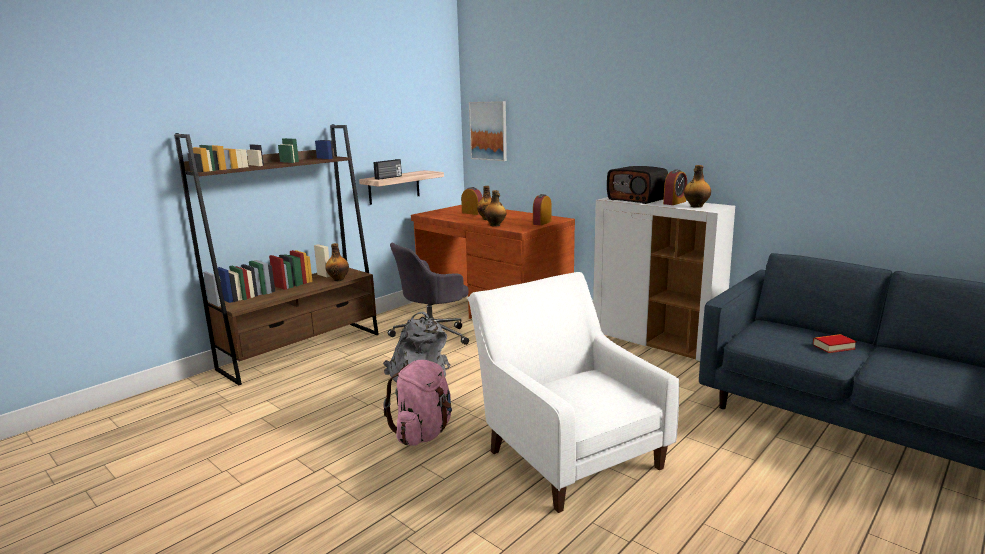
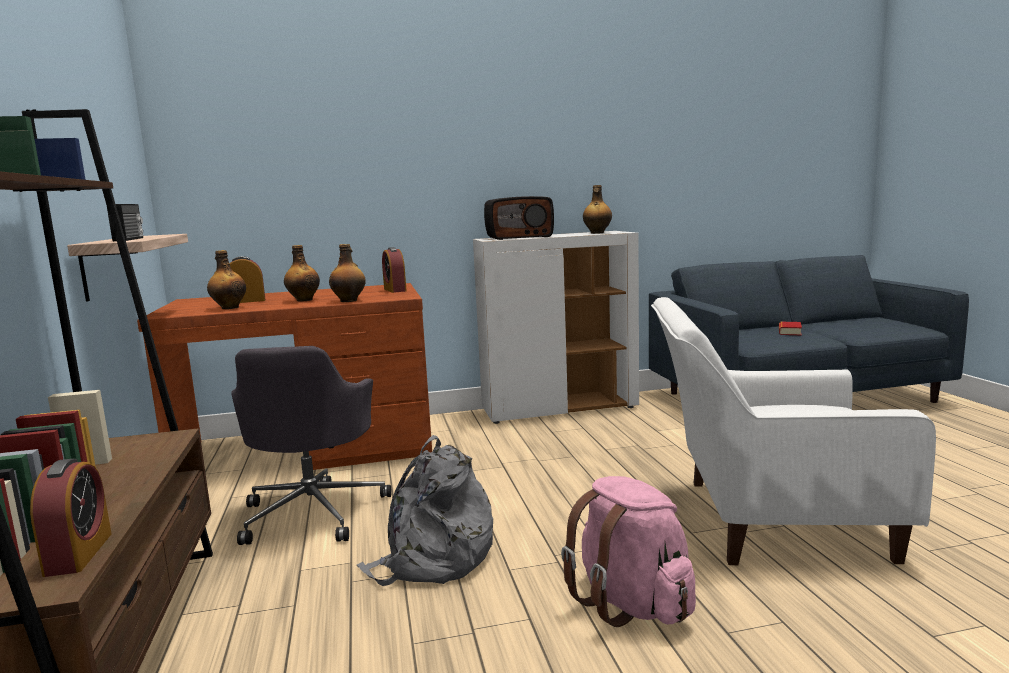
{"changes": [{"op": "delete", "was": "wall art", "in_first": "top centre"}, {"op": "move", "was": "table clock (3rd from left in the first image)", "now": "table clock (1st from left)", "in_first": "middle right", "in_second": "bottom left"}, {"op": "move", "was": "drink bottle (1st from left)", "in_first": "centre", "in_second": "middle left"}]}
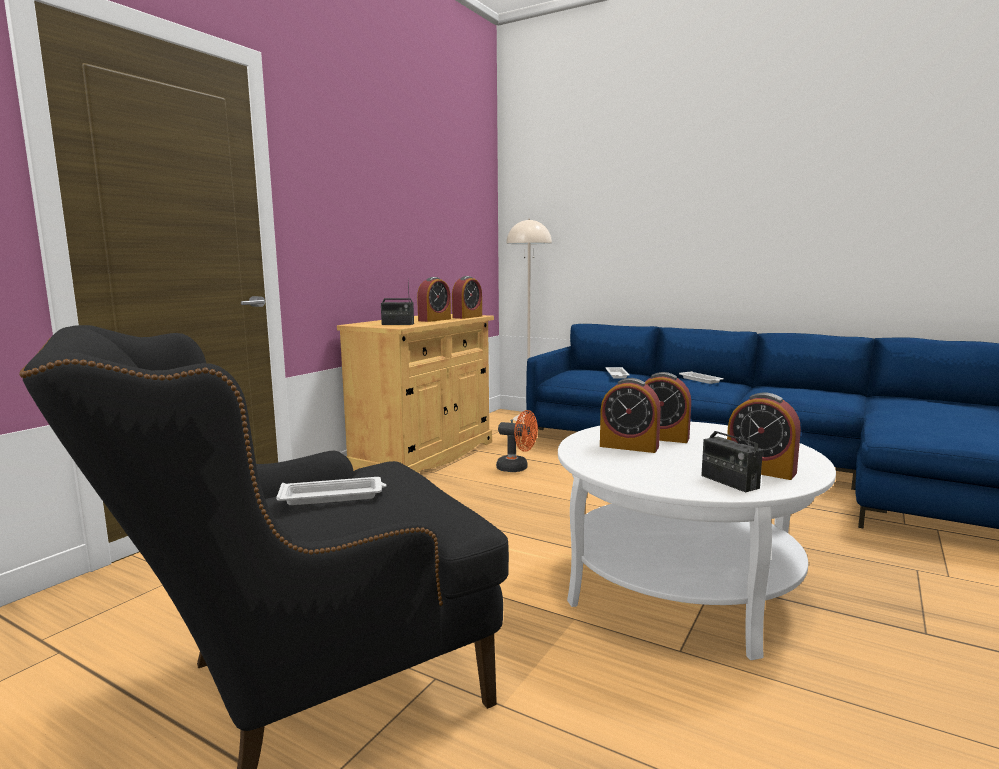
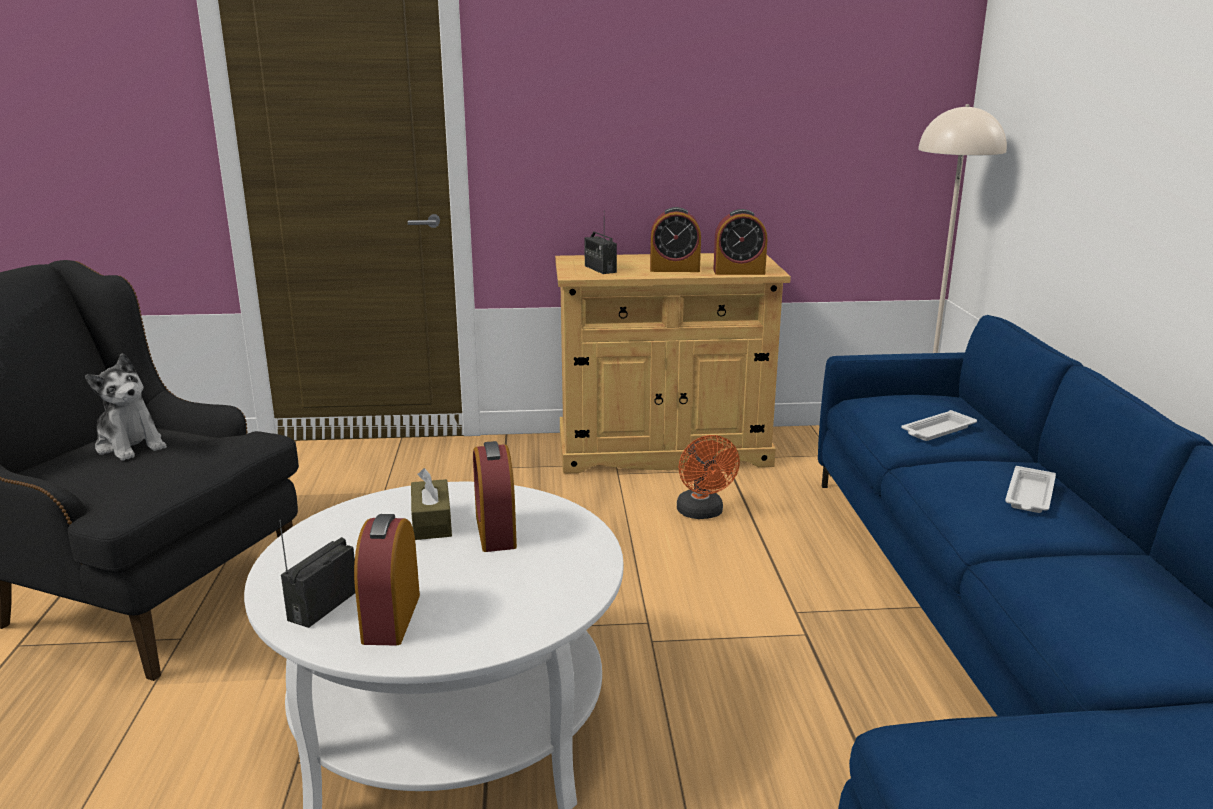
{"changes": [{"op": "replace", "was": "table clock (3rd from left)", "now": "tissue holder in brown", "in_first": "centre", "in_second": "centre"}, {"op": "replace", "was": "carrying tray in white-coloured (1st from left)", "now": "cuddly toy", "in_first": "middle left", "in_second": "middle left"}]}
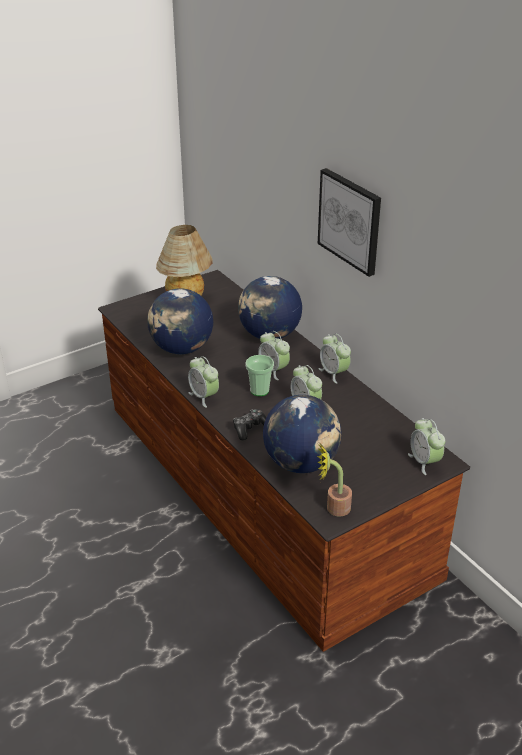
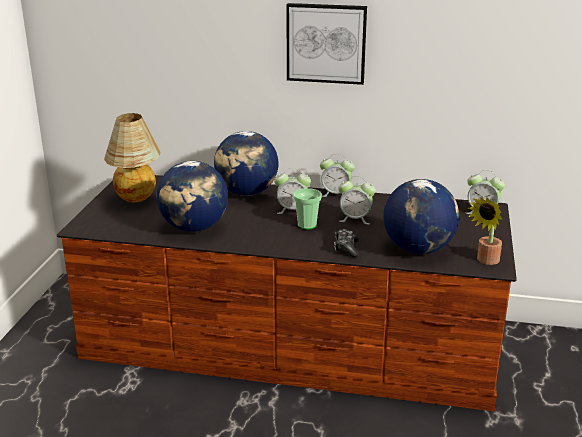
{"changes": [{"op": "delete", "was": "table clock (1st from left)", "in_first": "centre"}]}
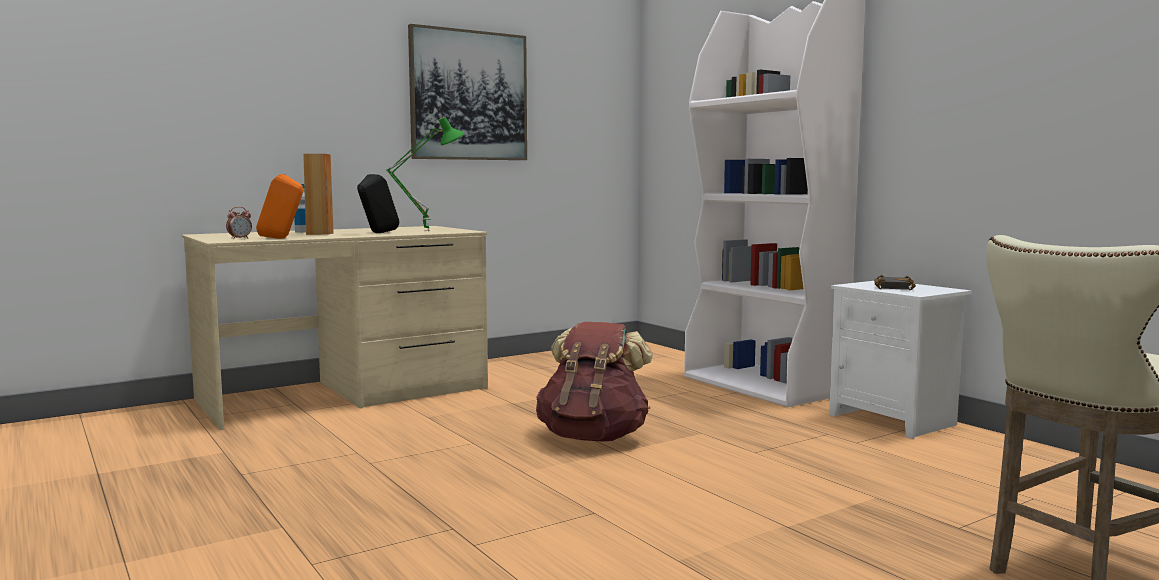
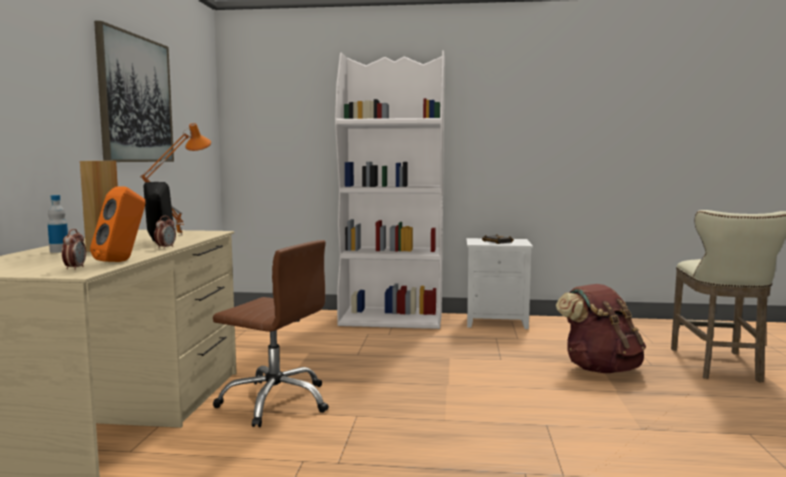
{"changes": [{"op": "recolor", "was": "tabletop lamp in green", "now": "tabletop lamp in orange-coloured", "in_first": "top centre", "in_second": "middle left"}, {"op": "move", "was": "knapsack in brown", "in_first": "centre", "in_second": "bottom right"}, {"op": "insert", "now": "table clock (2nd from left)", "in_second": "middle left"}, {"op": "insert", "now": "office chair in brown", "in_second": "bottom centre"}]}
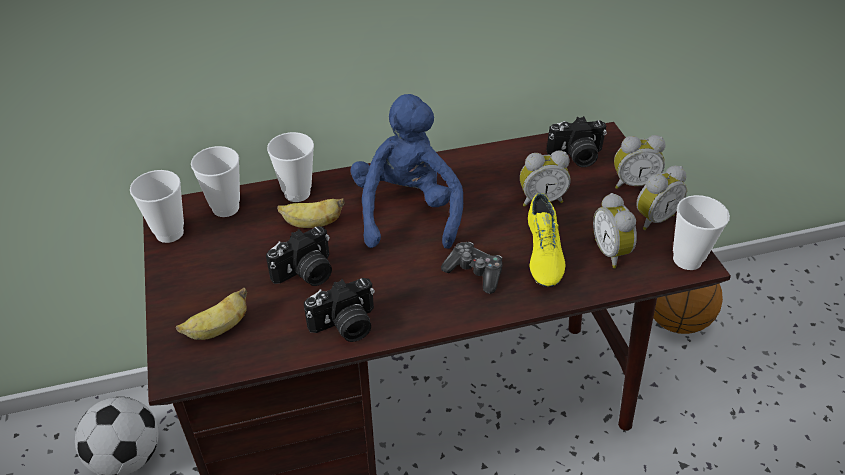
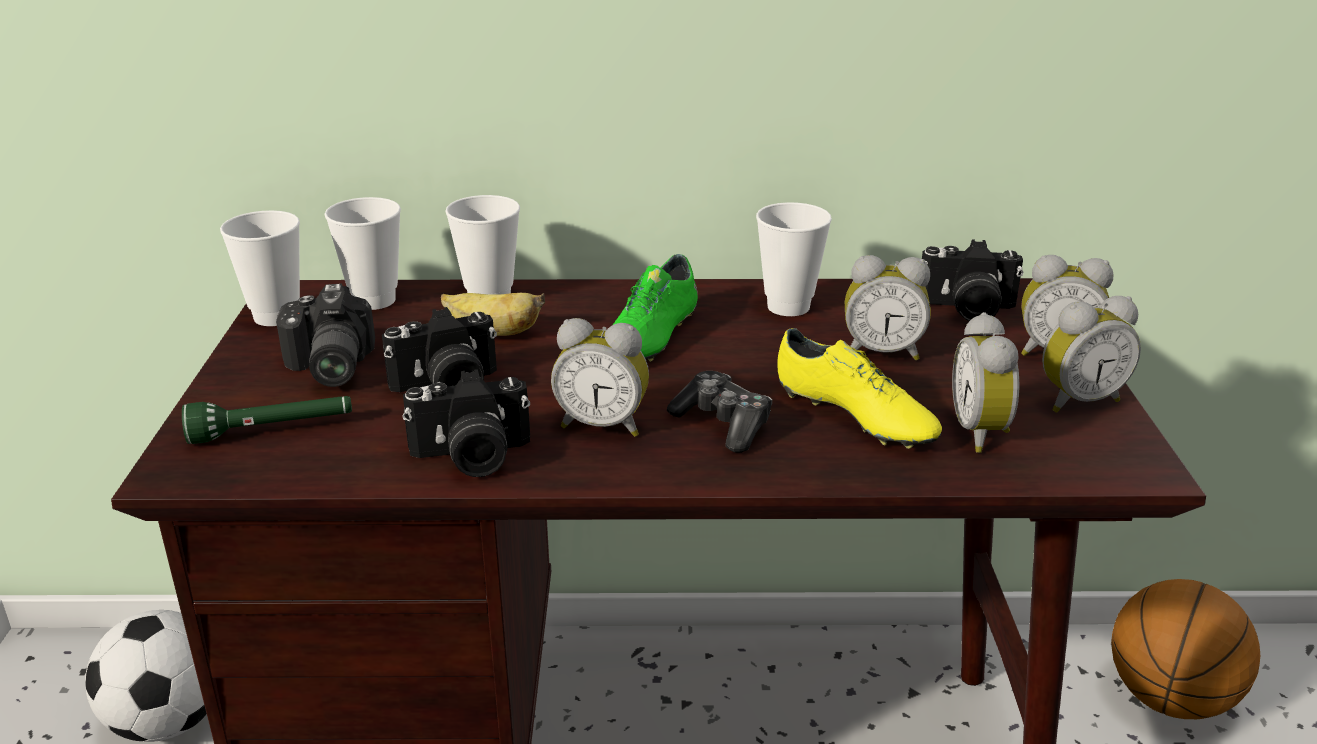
{"changes": [{"op": "replace", "was": "cuddly toy in blue", "now": "shoe in green", "in_first": "centre", "in_second": "centre"}, {"op": "rotate", "was": "shoe in yellow", "in_first": "centre", "in_second": "centre", "clockwise": -60}, {"op": "move", "was": "drinking cup (4th from left)", "in_first": "middle right", "in_second": "centre"}, {"op": "replace", "was": "banana (1st from left)", "now": "torch in green", "in_first": "middle left", "in_second": "middle left"}, {"op": "insert", "now": "still camera (1st from left)", "in_second": "middle left"}, {"op": "insert", "now": "table clock (1st from left)", "in_second": "centre"}]}
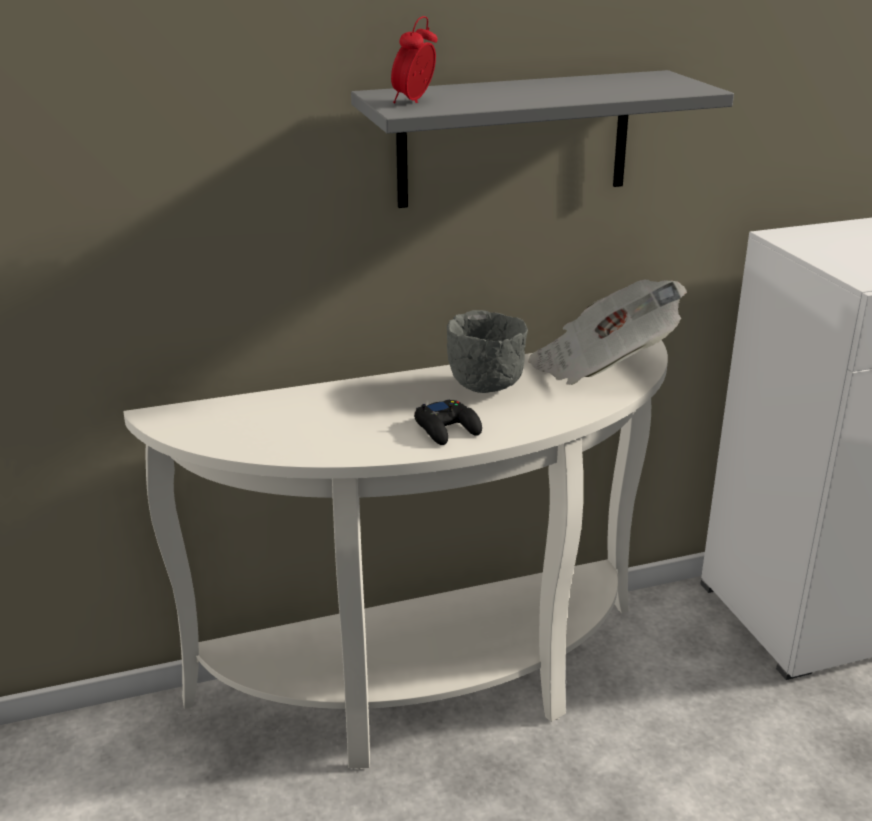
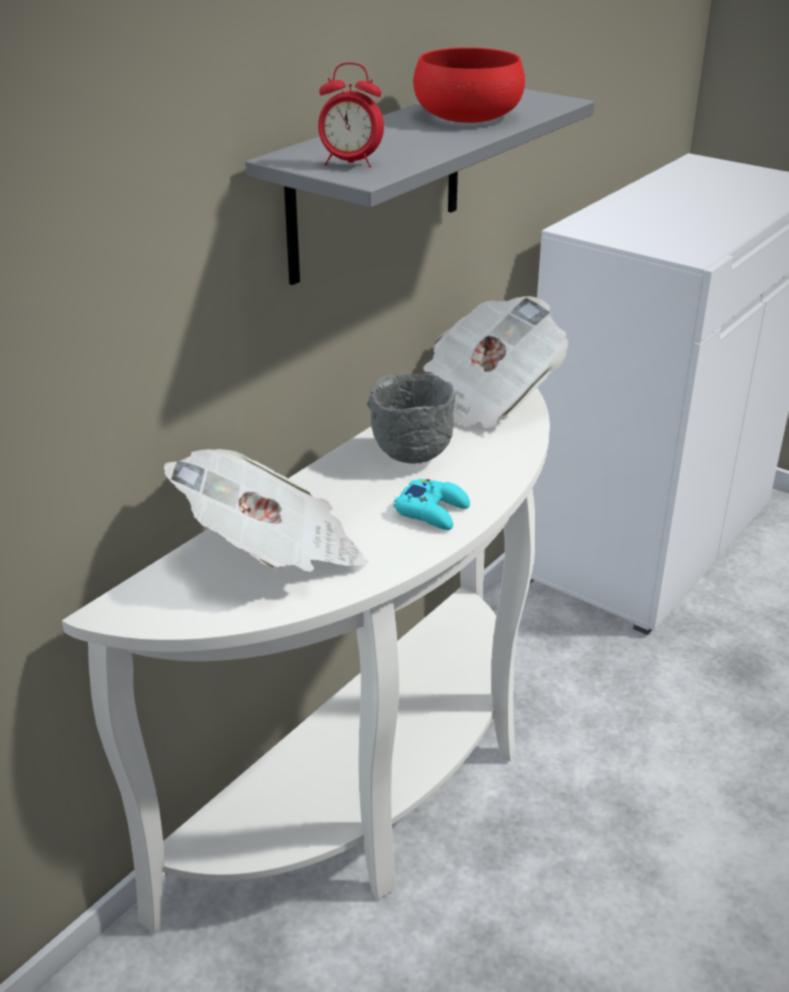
{"changes": [{"op": "rotate", "was": "table clock", "in_first": "top centre", "in_second": "top centre", "clockwise": -75}, {"op": "recolor", "was": "joypad in blackish", "now": "joypad in turquoise", "in_first": "centre", "in_second": "centre"}, {"op": "insert", "now": "bowl in red-coloured", "in_second": "top centre"}, {"op": "insert", "now": "daily paper (1st from left)", "in_second": "centre"}]}
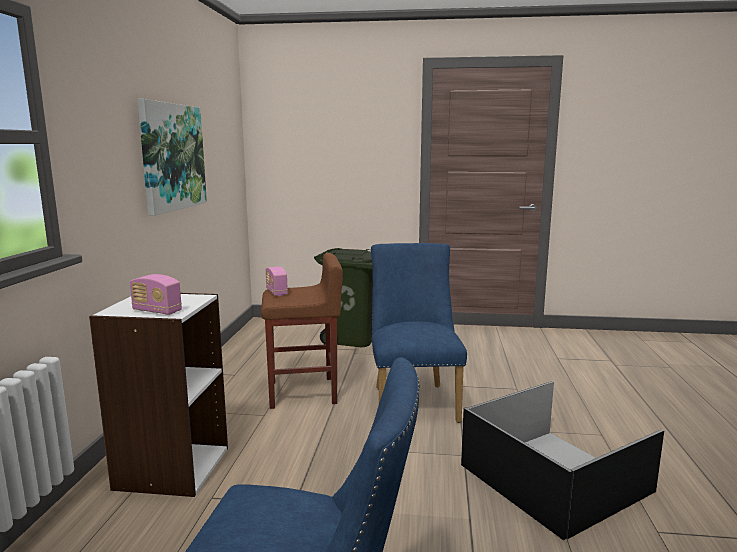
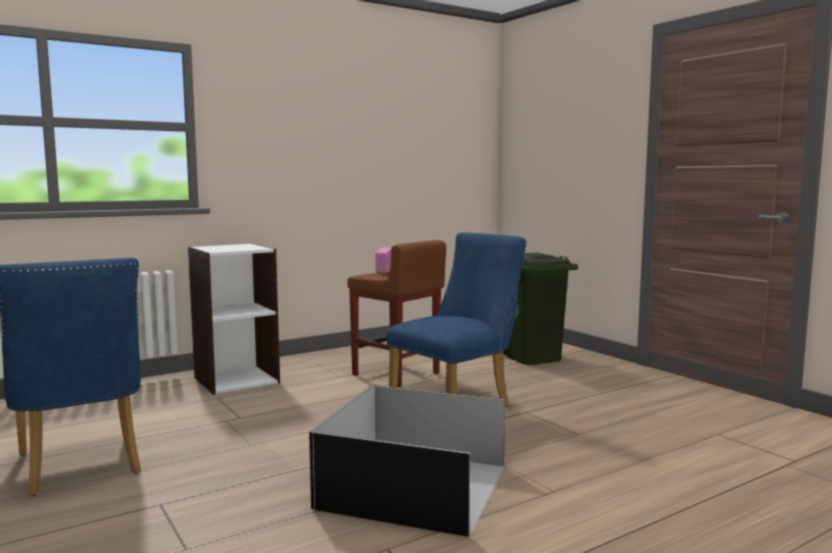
{"changes": [{"op": "delete", "was": "wall art", "in_first": "top left"}, {"op": "delete", "was": "radio receiver (1st from left)", "in_first": "middle left"}]}
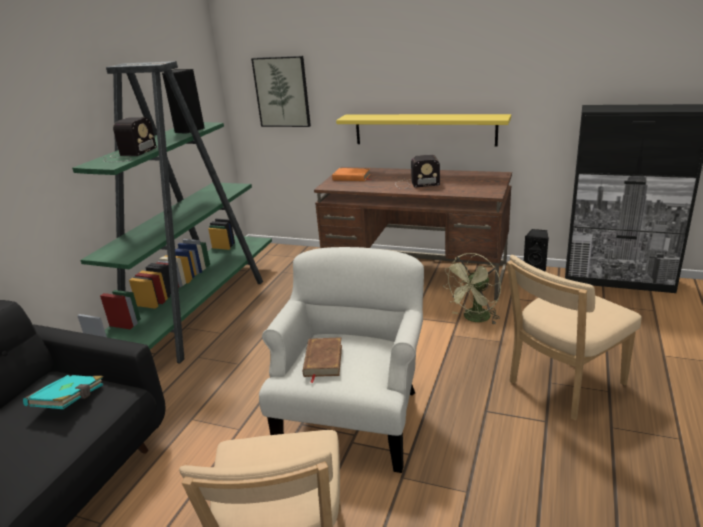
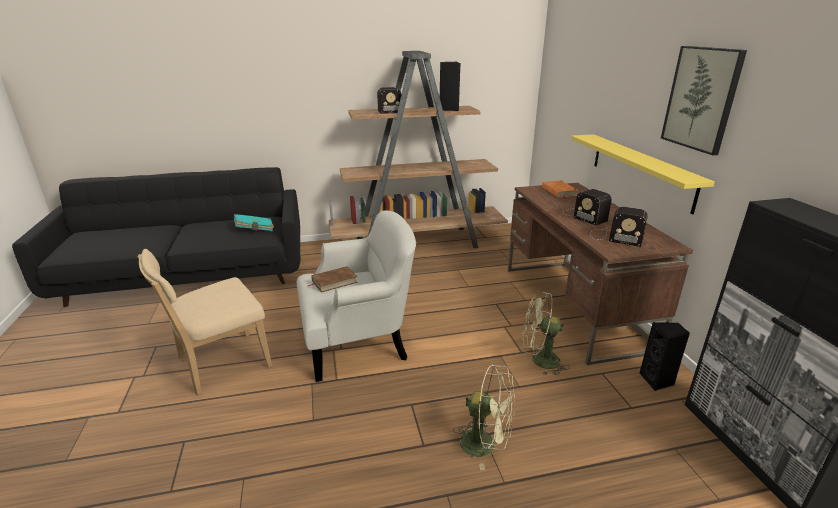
{"changes": [{"op": "move", "was": "wall art", "in_first": "top centre", "in_second": "top right"}, {"op": "recolor", "was": "bookcase in green", "now": "bookcase in brown", "in_first": "middle left", "in_second": "top centre"}, {"op": "replace", "was": "chair in sand-coloured (2nd from left)", "now": "fan in green (1st from left)", "in_first": "middle right", "in_second": "bottom centre"}, {"op": "insert", "now": "radio receiver (3rd from left)", "in_second": "middle right"}]}
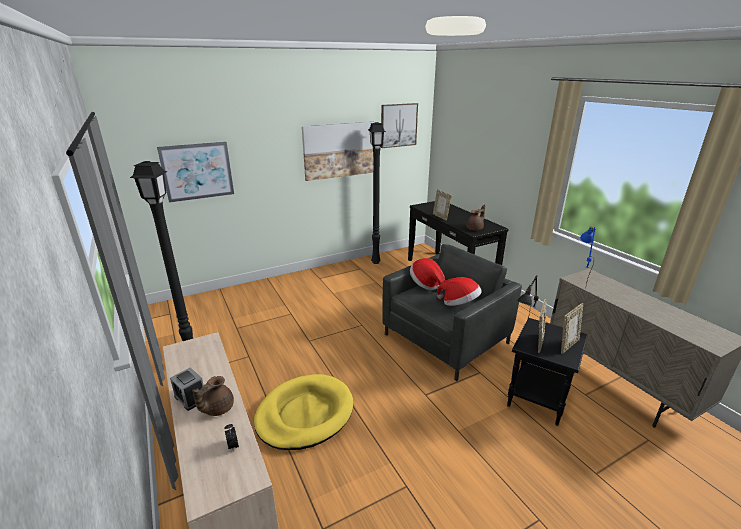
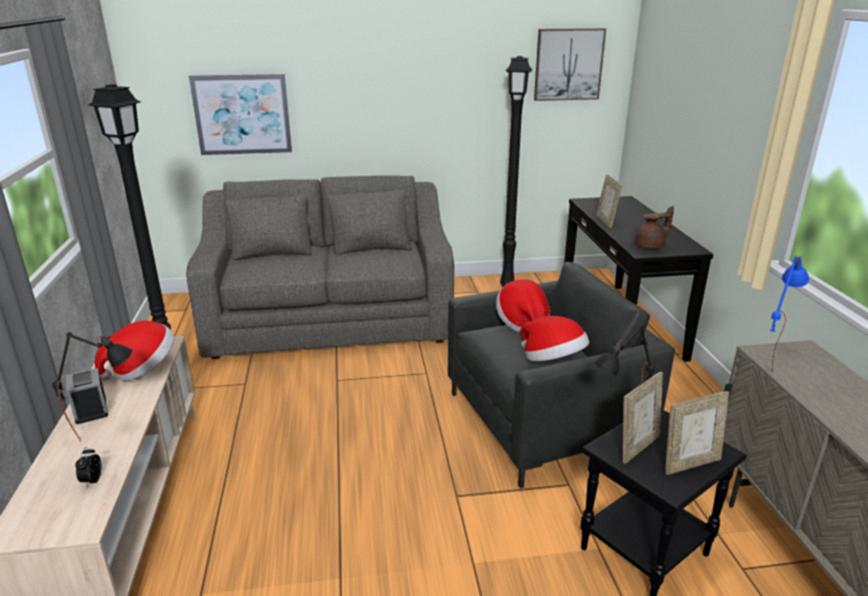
{"changes": [{"op": "delete", "was": "wall art (2nd from left)", "in_first": "top centre"}, {"op": "delete", "was": "dog bed in yellow", "in_first": "bottom centre"}, {"op": "replace", "was": "tea pot in brown (1st from left)", "now": "tabletop lamp in blackish (1st from left)", "in_first": "bottom left", "in_second": "middle left"}, {"op": "insert", "now": "sofa in gray", "in_second": "centre"}, {"op": "insert", "now": "hat (1st from left)", "in_second": "middle left"}]}
